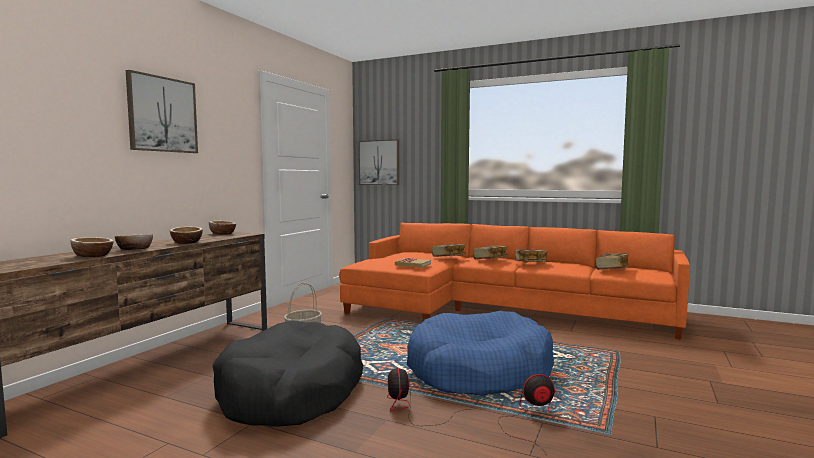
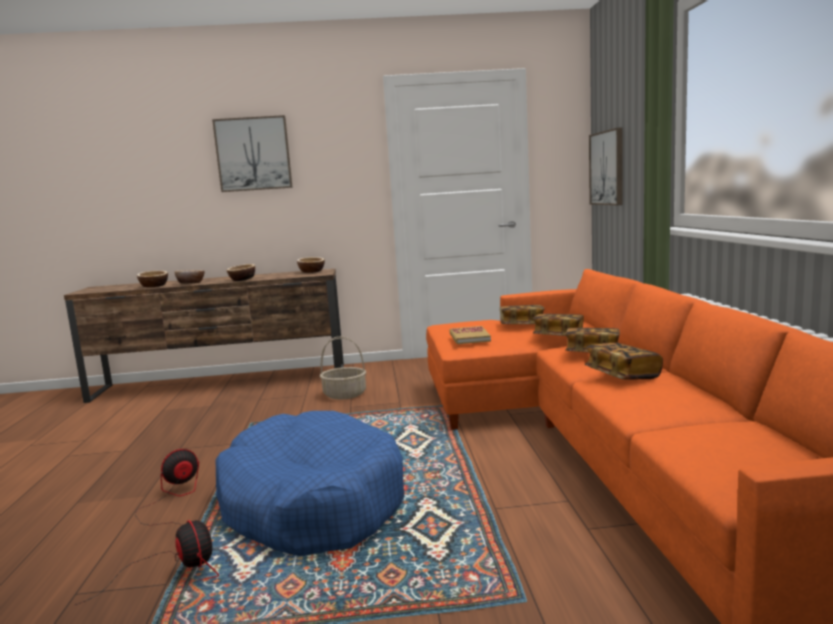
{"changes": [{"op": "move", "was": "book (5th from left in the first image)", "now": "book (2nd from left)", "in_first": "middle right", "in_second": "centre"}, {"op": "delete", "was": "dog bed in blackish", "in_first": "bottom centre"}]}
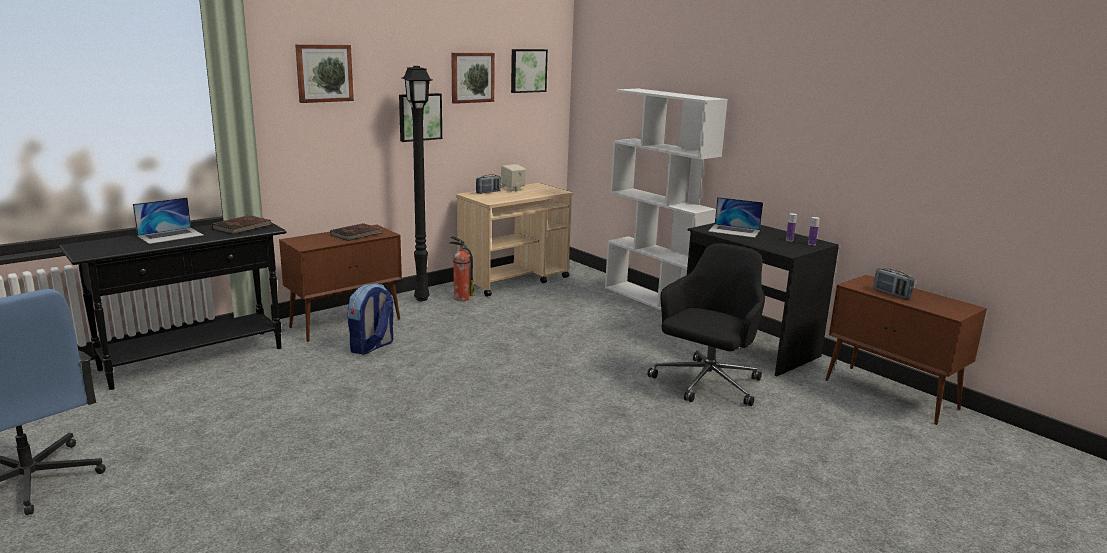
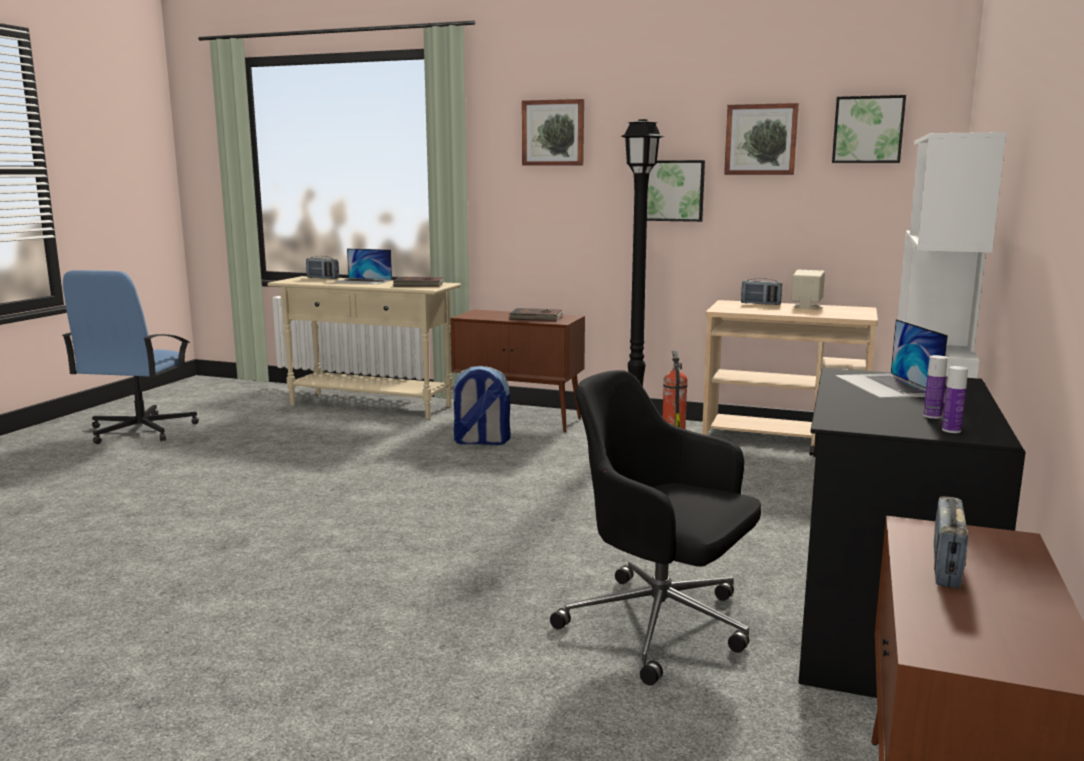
{"changes": [{"op": "recolor", "was": "narrow table in blackish", "now": "narrow table in sand-coloured", "in_first": "middle left", "in_second": "centre"}, {"op": "rotate", "was": "office chair in blackish", "in_first": "centre", "in_second": "bottom centre", "clockwise": -150}, {"op": "insert", "now": "radio receiver (1st from left)", "in_second": "middle left"}]}
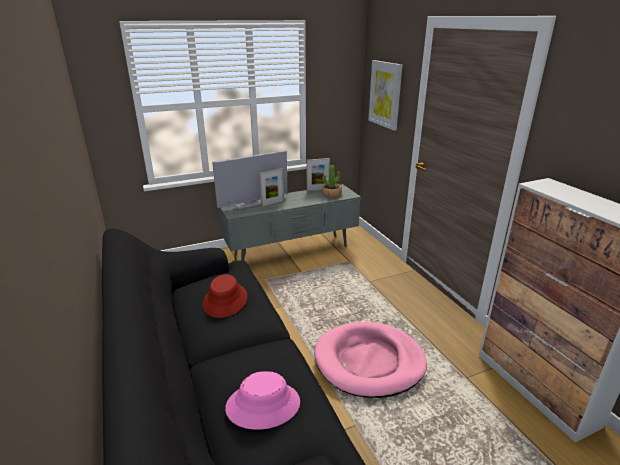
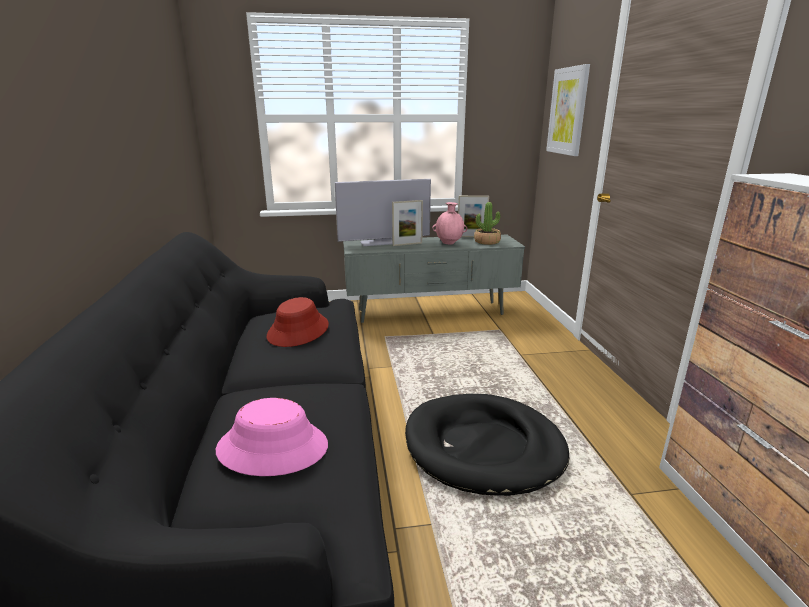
{"changes": [{"op": "recolor", "was": "dog bed in pink", "now": "dog bed in blackish", "in_first": "bottom centre", "in_second": "bottom centre"}, {"op": "insert", "now": "flower vase in pink", "in_second": "centre"}]}
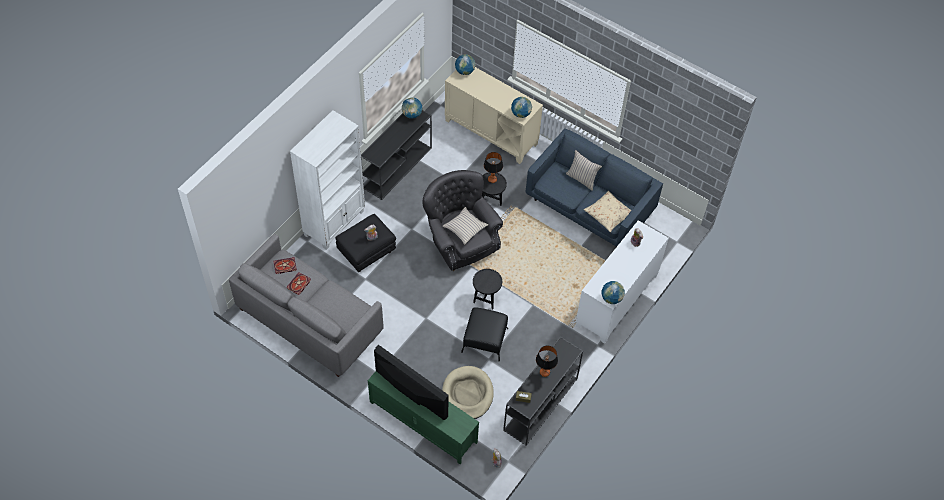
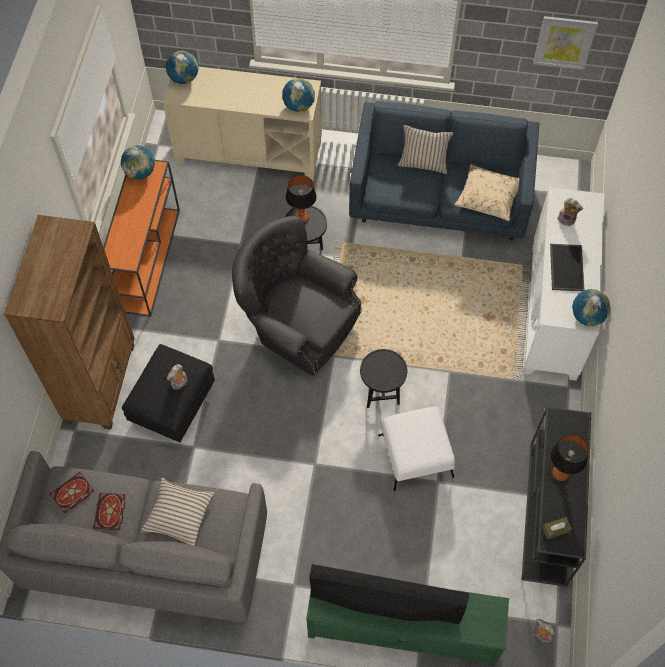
{"changes": [{"op": "recolor", "was": "bookcase in white-coloured", "now": "bookcase in brown", "in_first": "centre", "in_second": "middle left"}, {"op": "recolor", "was": "narrow table in blackish (1st from left)", "now": "narrow table in orange-coloured", "in_first": "top centre", "in_second": "middle left"}, {"op": "move", "was": "cushion in sand-coloured (1st from left)", "in_first": "centre", "in_second": "bottom left"}, {"op": "recolor", "was": "pouffe in blackish (2nd from left)", "now": "pouffe in white-coloured", "in_first": "bottom centre", "in_second": "bottom centre"}, {"op": "delete", "was": "dog bed in sand-coloured", "in_first": "bottom centre"}, {"op": "insert", "now": "wall art", "in_second": "top right"}, {"op": "insert", "now": "carrying tray", "in_second": "middle right"}]}
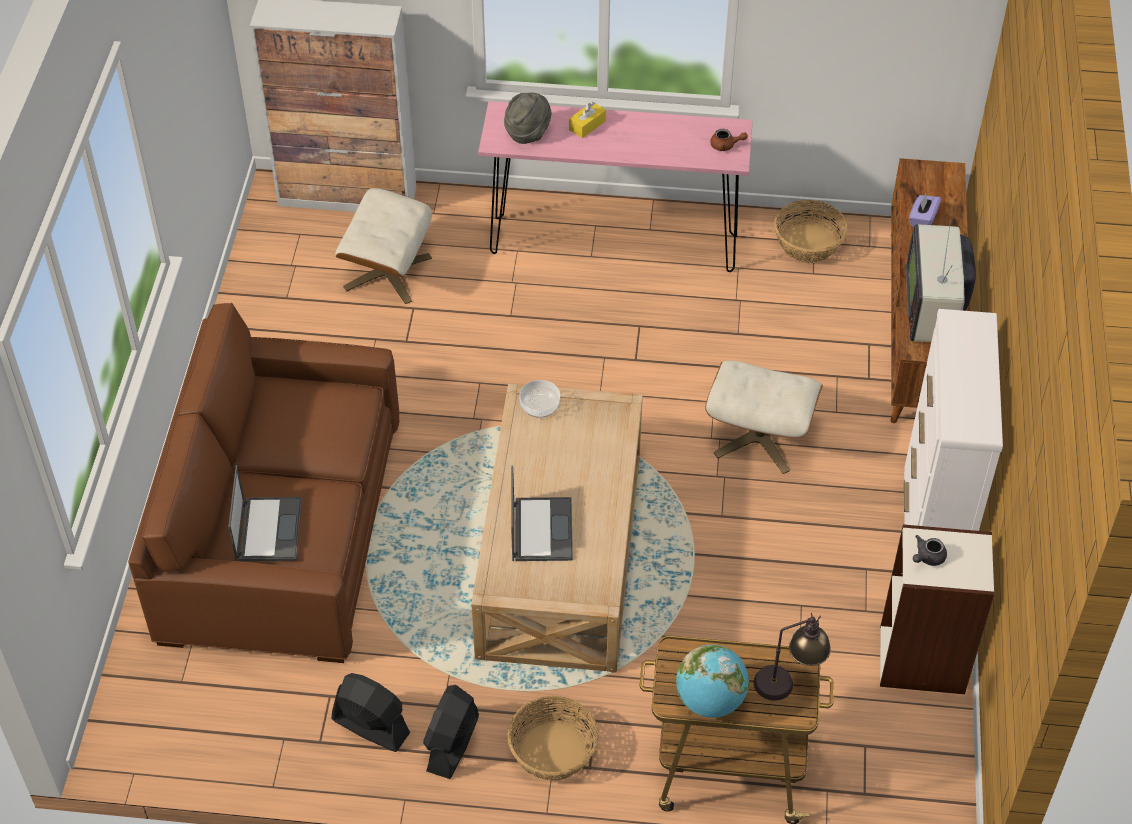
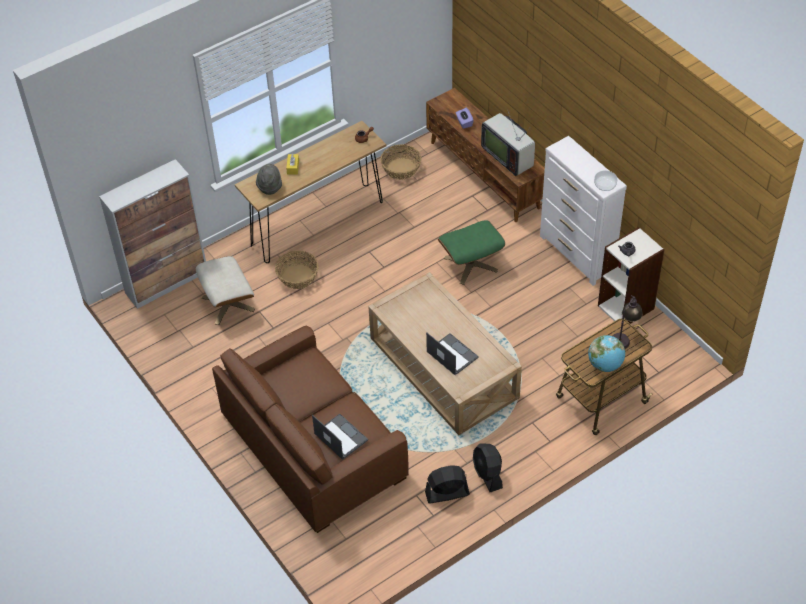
{"changes": [{"op": "recolor", "was": "narrow table in pink", "now": "narrow table in brown", "in_first": "top centre", "in_second": "top centre"}, {"op": "recolor", "was": "pouffe in sand-coloured (2nd from left)", "now": "pouffe in green", "in_first": "middle right", "in_second": "centre"}, {"op": "move", "was": "bowl", "in_first": "centre", "in_second": "top right"}, {"op": "move", "was": "storage basket (1st from left)", "in_first": "bottom centre", "in_second": "centre"}]}
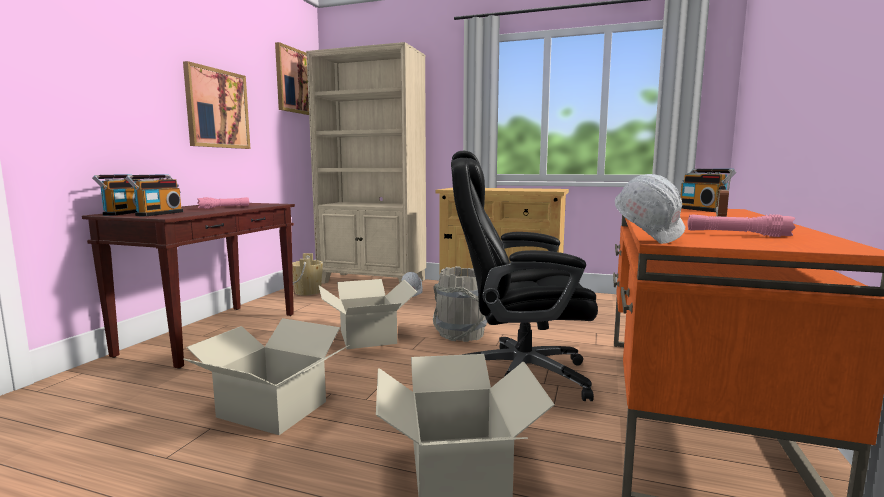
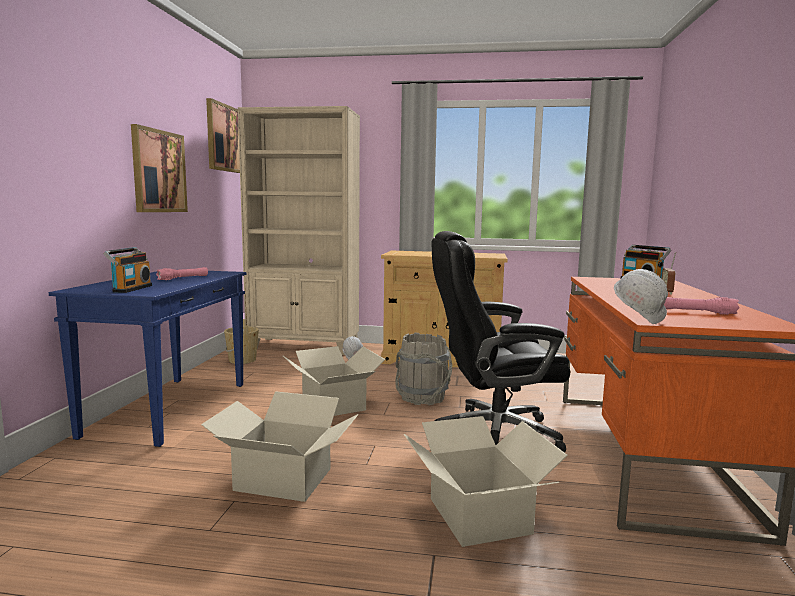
{"changes": [{"op": "delete", "was": "radio receiver (1st from left)", "in_first": "middle left"}, {"op": "recolor", "was": "narrow table in brown", "now": "narrow table in blue", "in_first": "middle left", "in_second": "middle left"}]}
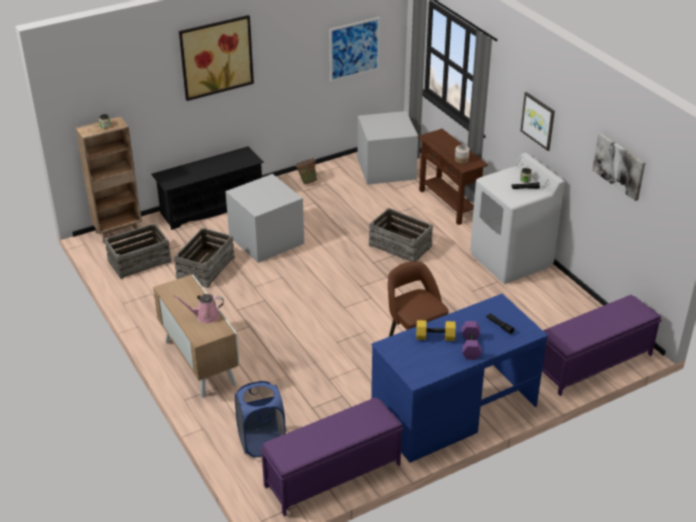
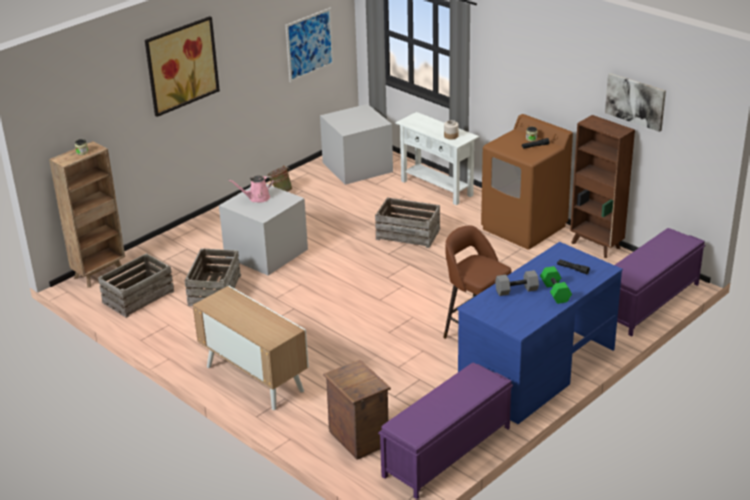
{"changes": [{"op": "delete", "was": "wall art (3rd from left)", "in_first": "top right"}, {"op": "recolor", "was": "narrow table in brown", "now": "narrow table in white-coloured", "in_first": "centre", "in_second": "top centre"}, {"op": "delete", "was": "shoe rack in blackish", "in_first": "middle left"}, {"op": "recolor", "was": "laundry machine in white-coloured", "now": "laundry machine in brown", "in_first": "middle right", "in_second": "middle right"}, {"op": "move", "was": "sprinkling can in pink", "in_first": "middle left", "in_second": "centre"}, {"op": "recolor", "was": "hand weight in yellow", "now": "hand weight in gray", "in_first": "centre", "in_second": "middle right"}, {"op": "recolor", "was": "hand weight in purple", "now": "hand weight in green", "in_first": "middle right", "in_second": "middle right"}, {"op": "replace", "was": "washing basket in blue", "now": "packing crate (3rd from left)", "in_first": "bottom centre", "in_second": "bottom centre"}, {"op": "insert", "now": "bookcase in brown (2nd from left)", "in_second": "middle right"}]}
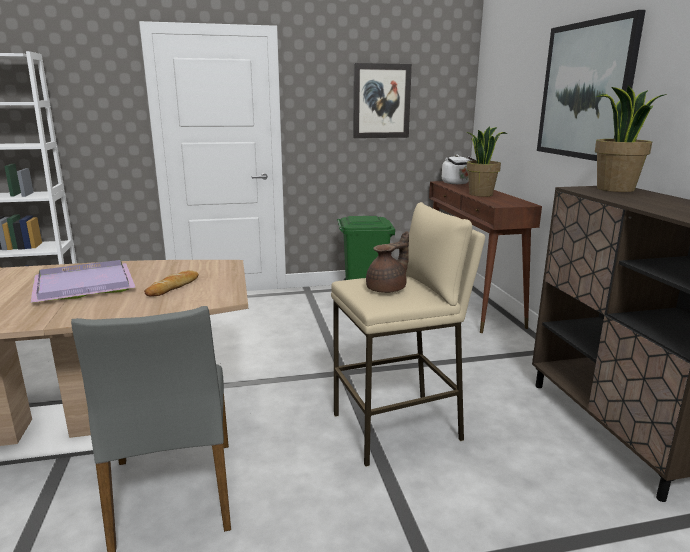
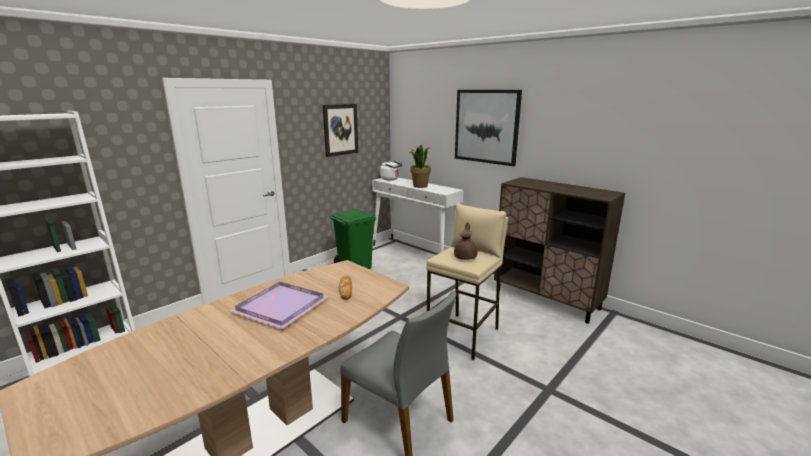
{"changes": [{"op": "delete", "was": "plant in a pot (2nd from left)", "in_first": "top right"}, {"op": "recolor", "was": "narrow table in brown", "now": "narrow table in white-coloured", "in_first": "middle right", "in_second": "centre"}]}
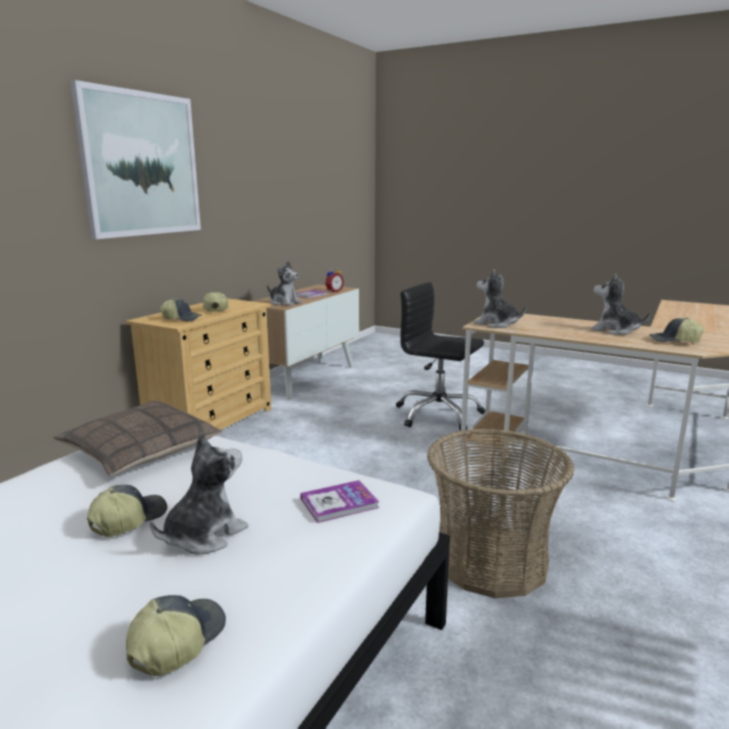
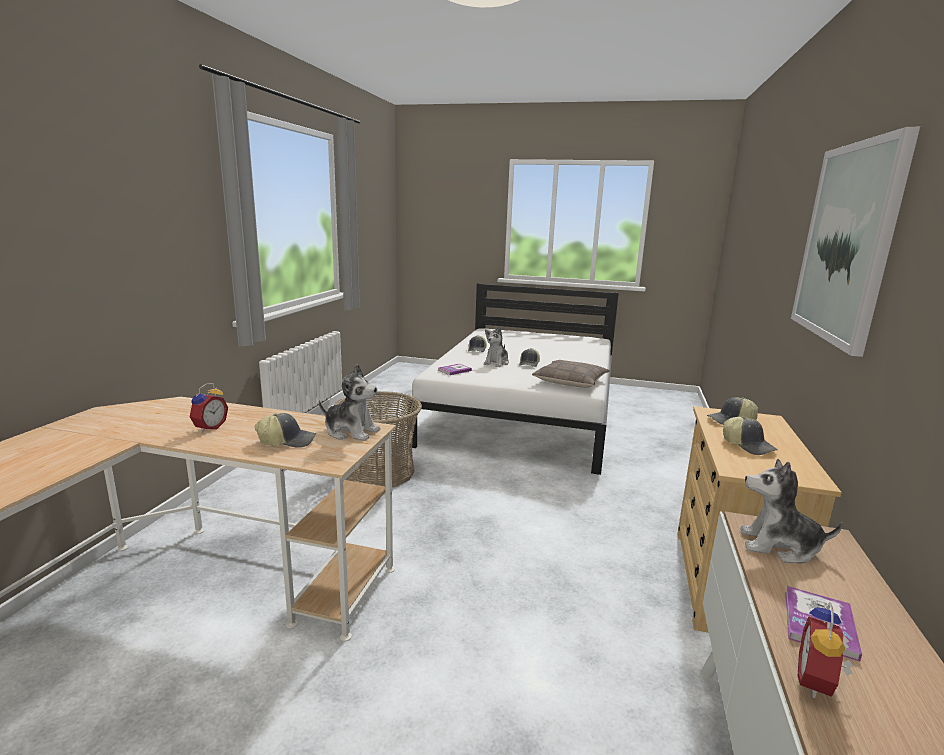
{"changes": [{"op": "replace", "was": "cuddly toy (4th from left)", "now": "table clock (1st from left)", "in_first": "middle right", "in_second": "middle left"}, {"op": "delete", "was": "office chair in blackish", "in_first": "centre"}, {"op": "move", "was": "cap (5th from left in the first image)", "now": "cap (1st from left)", "in_first": "middle right", "in_second": "middle left"}]}
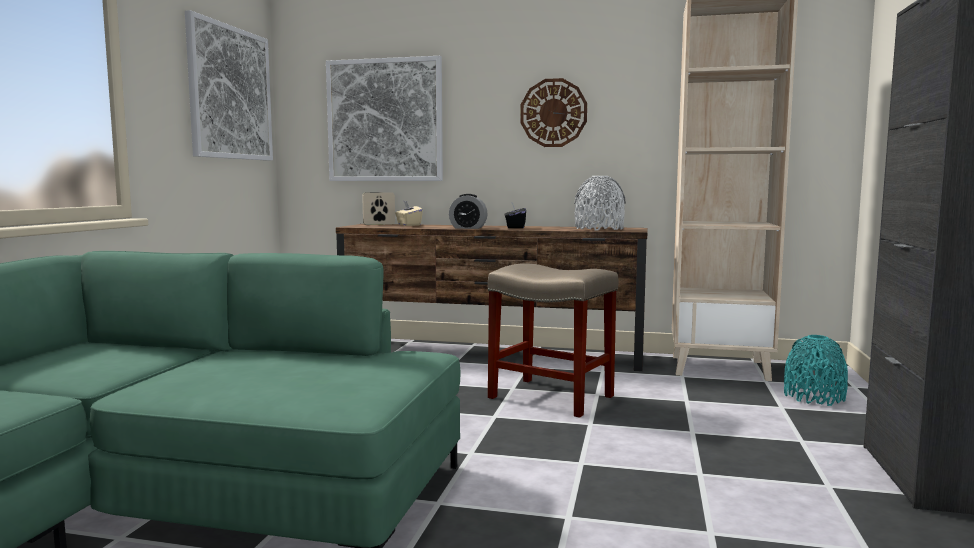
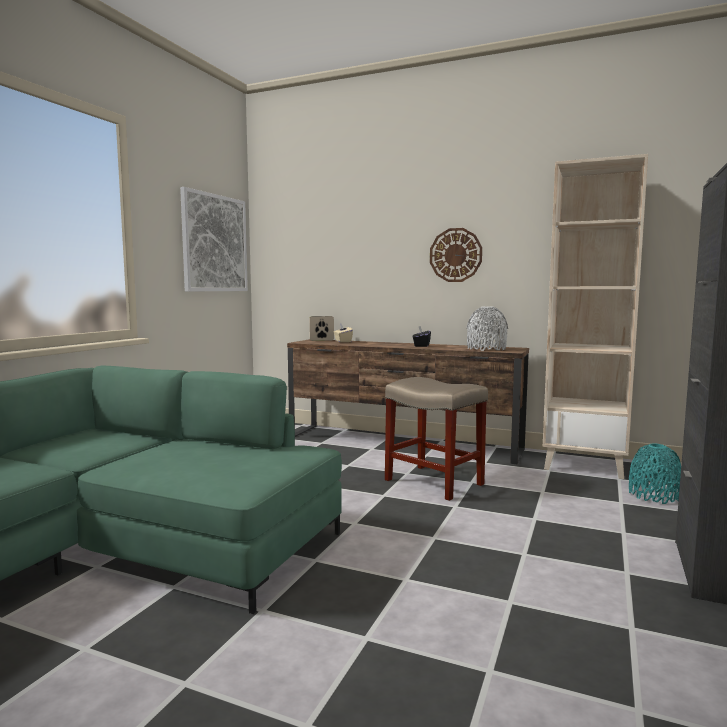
{"changes": [{"op": "delete", "was": "wall art (2nd from left)", "in_first": "top centre"}, {"op": "delete", "was": "table clock", "in_first": "centre"}]}
